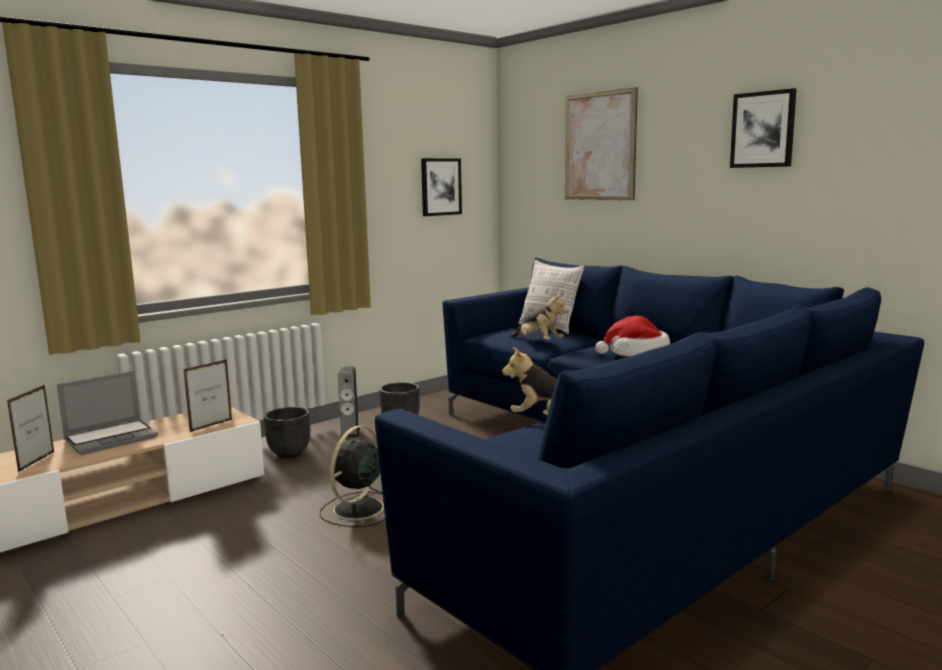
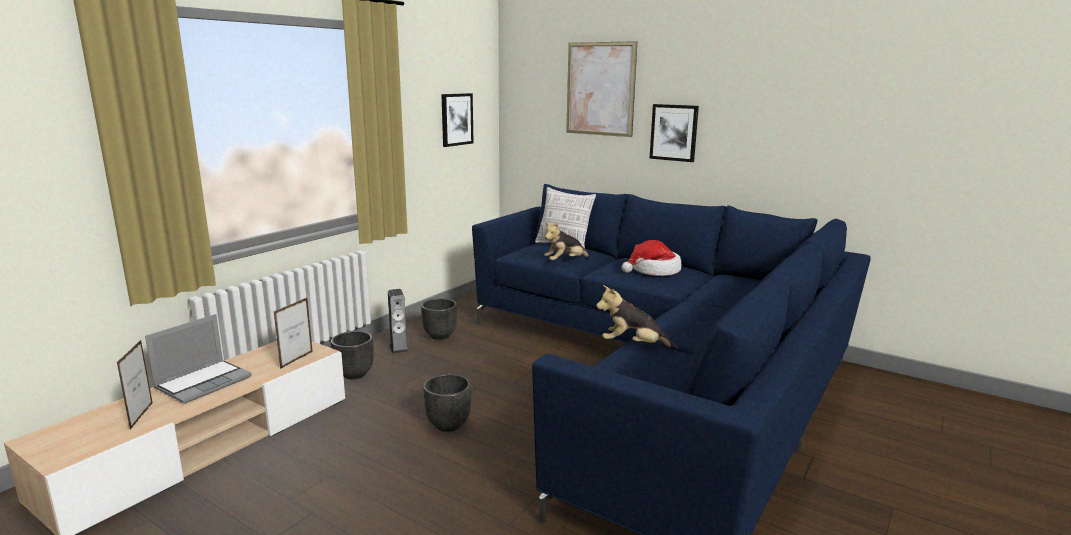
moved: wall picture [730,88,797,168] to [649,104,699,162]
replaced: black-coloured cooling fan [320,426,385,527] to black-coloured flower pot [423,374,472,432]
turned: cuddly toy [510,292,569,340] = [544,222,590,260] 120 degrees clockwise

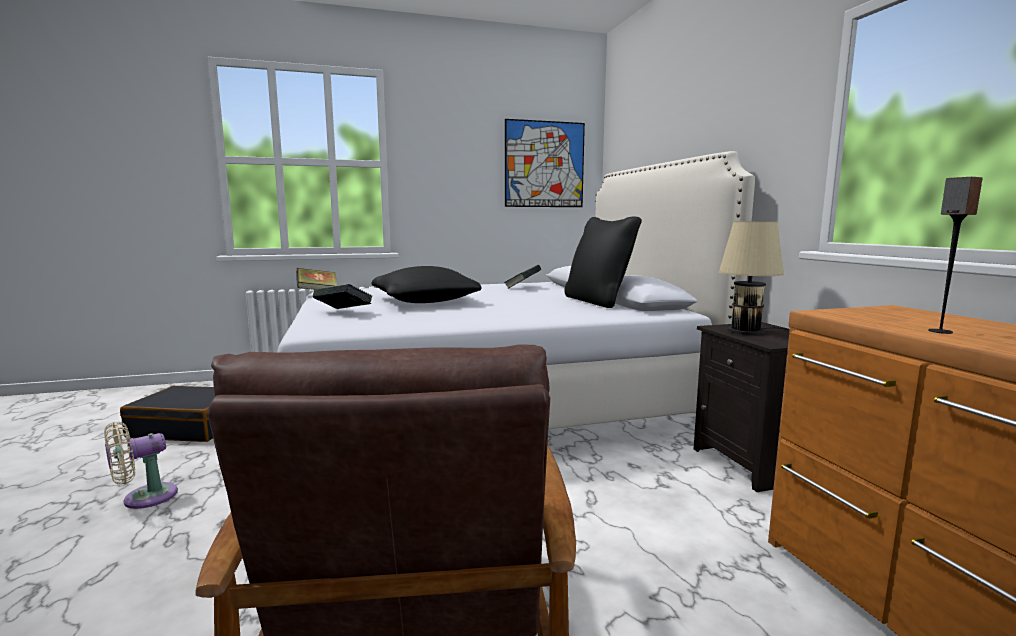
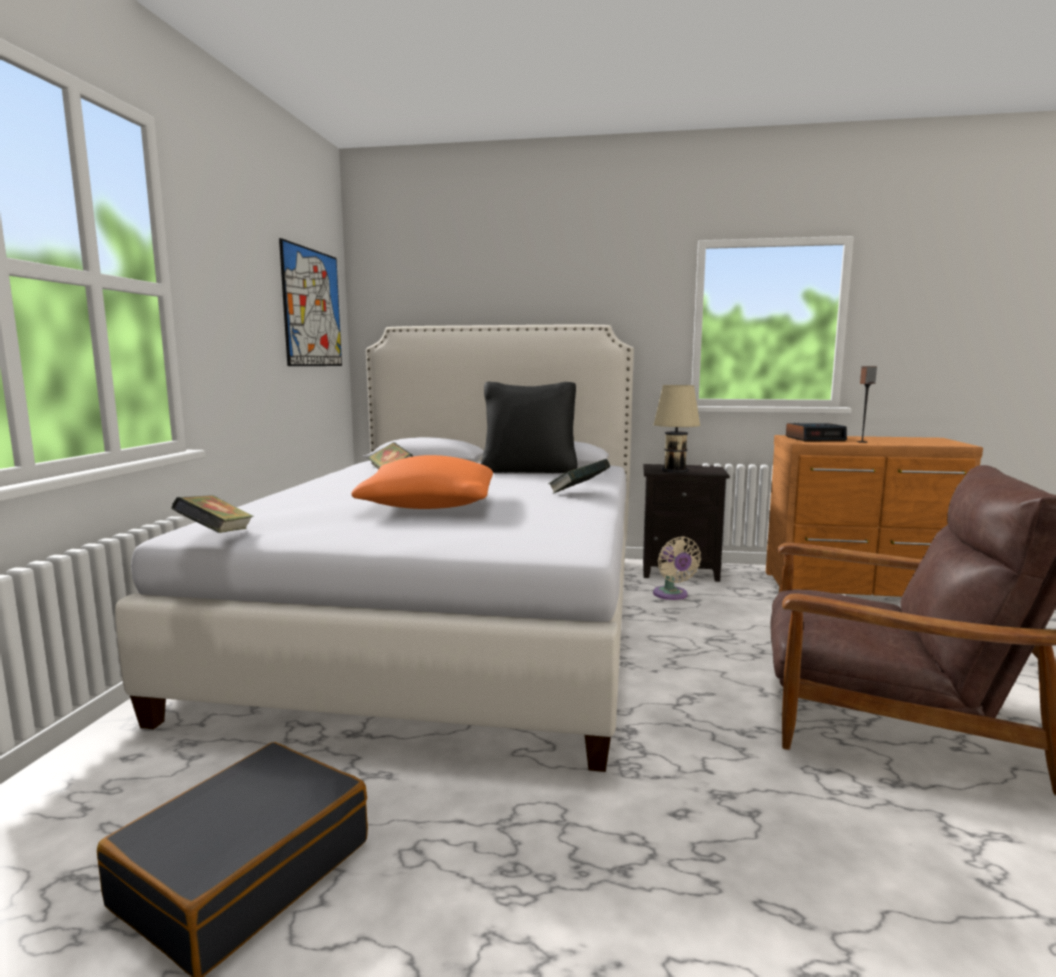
added: bedside clock [786,423,847,441]
moved: beige cooling fan [104,422,178,509] to [653,536,701,600]; bound book [313,284,372,309] to [548,459,611,494]
recoloured: black-coloured cushion [371,266,482,303] to orangey cushion [351,455,493,509]

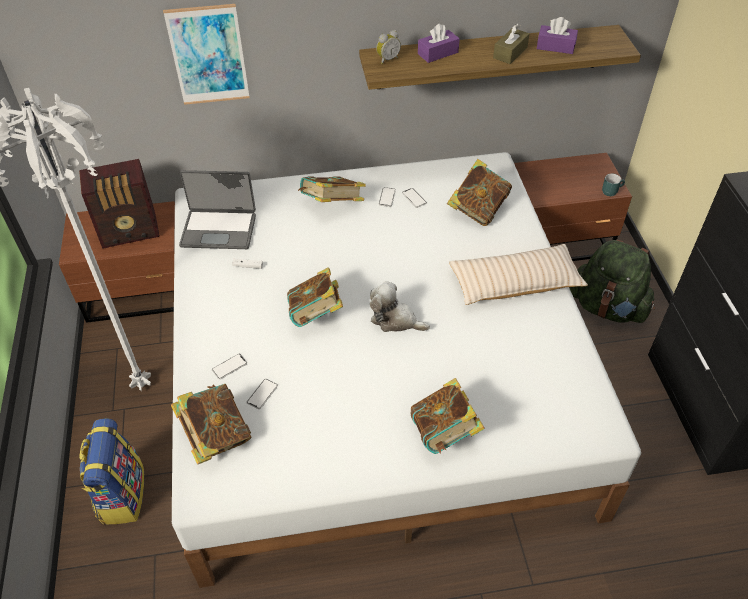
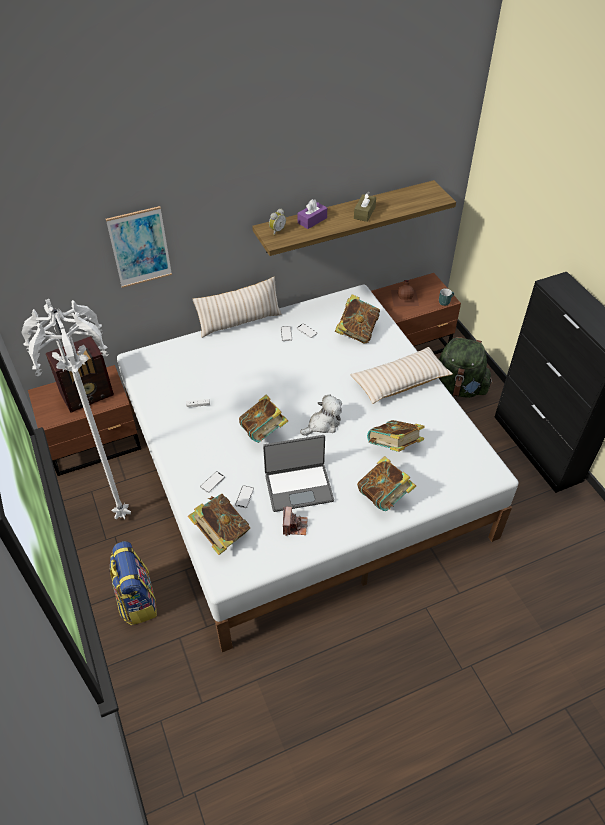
removed: purplish box of tissues [537,17,578,54]
added: beige cushion [193,277,282,338]; still camera [283,507,308,536]; brownish bottle [391,280,419,307]
moved: notebook computer [179,170,256,249] to [263,435,334,512]; bound book [298,176,366,202] to [367,420,424,452]
turned: cuddly toy [370,281,430,332] = [300,395,342,436] 135 degrees clockwise

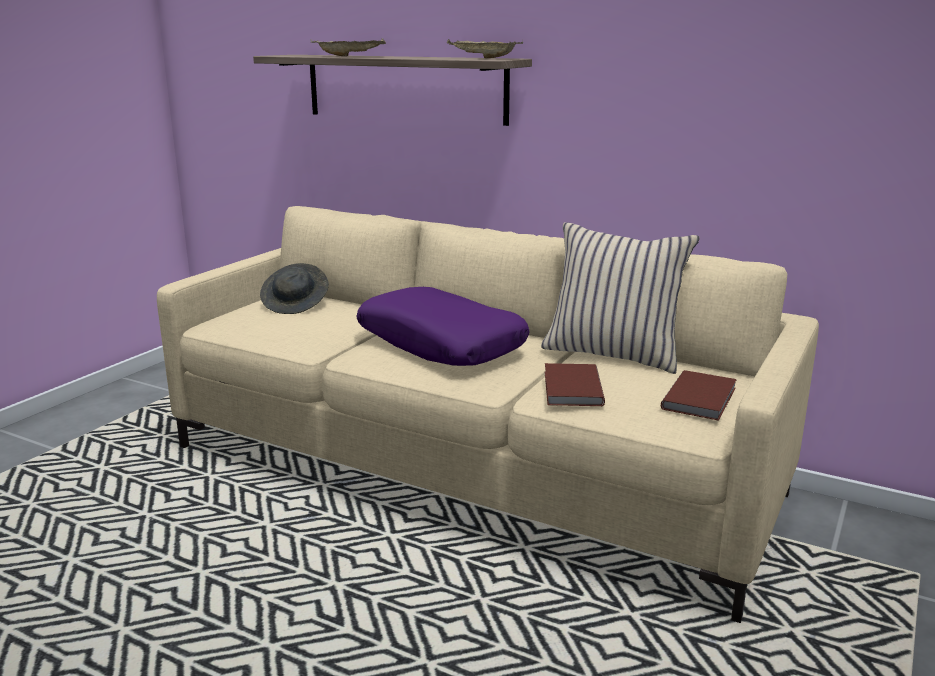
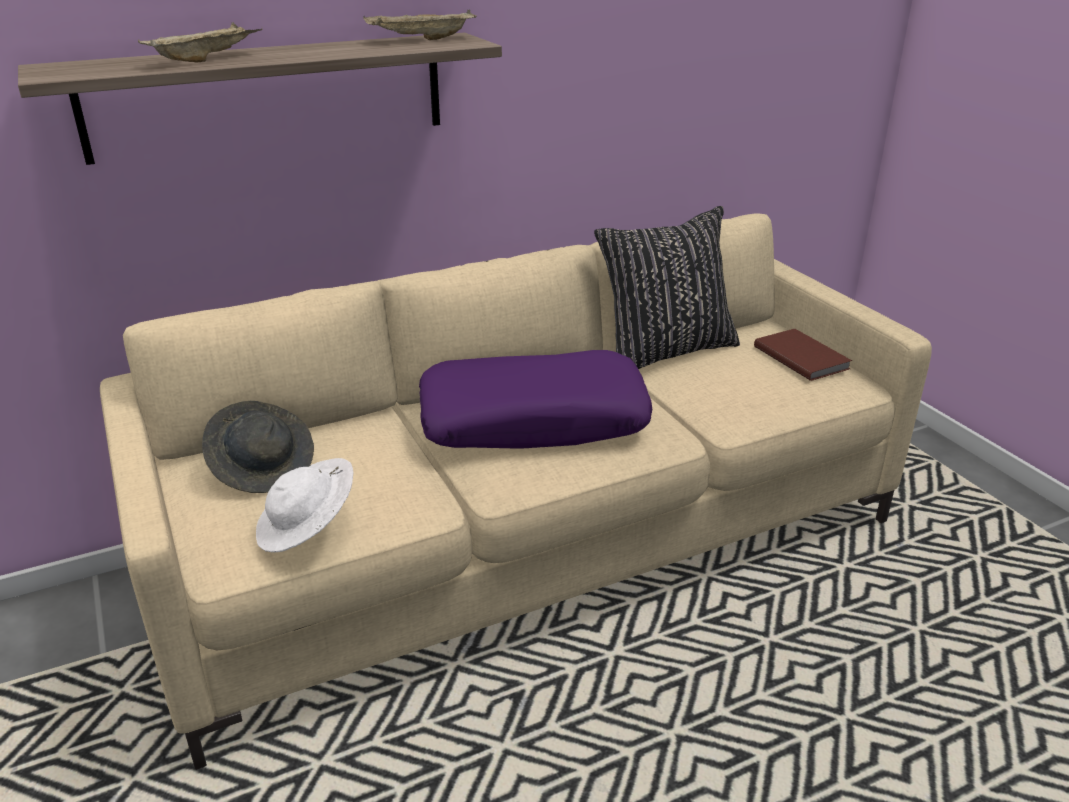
removed: brownish bound book [545,363,605,406]
added: white wearable hat [256,458,354,552]
recoloured: beige cushion [541,222,700,374] to black-coloured cushion [594,206,740,369]

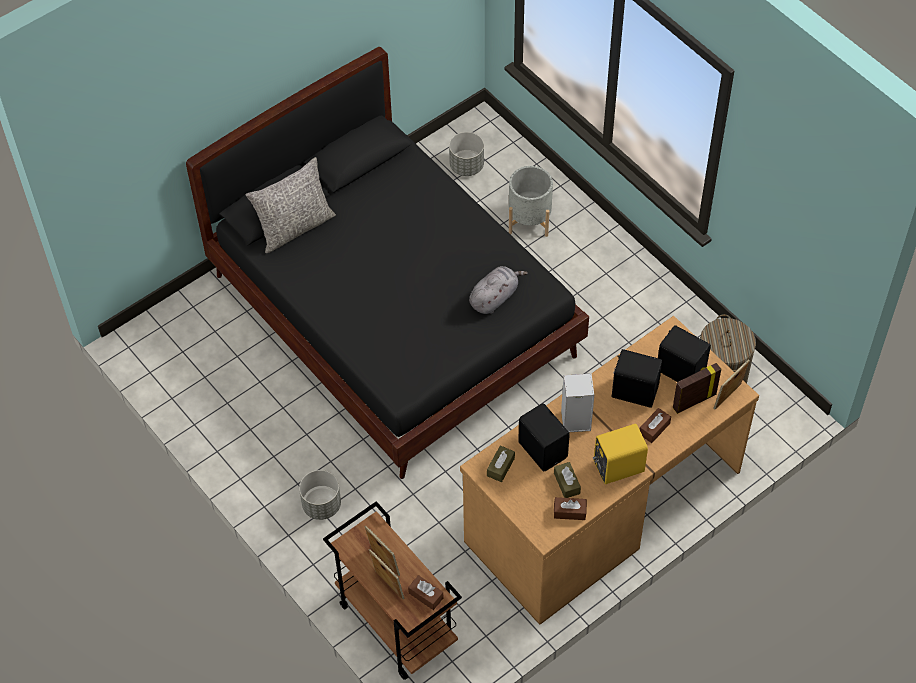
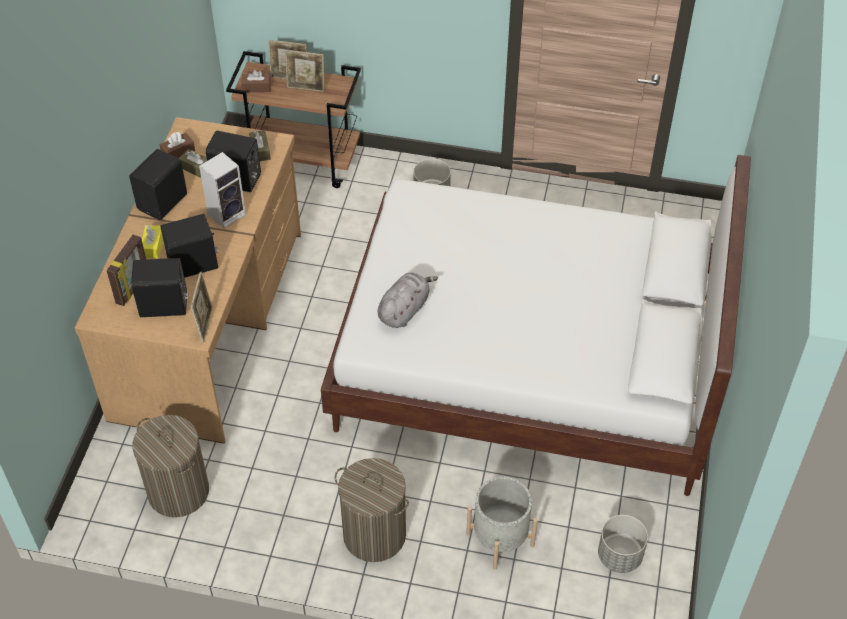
removed: greyish cushion [246,157,336,253]
added: hamper [335,458,409,562]
moved: standing frame [713,359,750,410] to [190,272,213,343]
recoloured: black-coloured bedroom bed [186,47,589,479] to white bedroom bed [321,155,751,496]; yellow speaker [593,424,648,484] to black-coloured speaker [129,149,187,220]; brownish box of tissues [640,408,671,443] to yellow box of tissues [142,225,163,258]
turned: greyish cuddly toy [469,266,528,314] = [378,273,438,328] 150 degrees counterclockwise

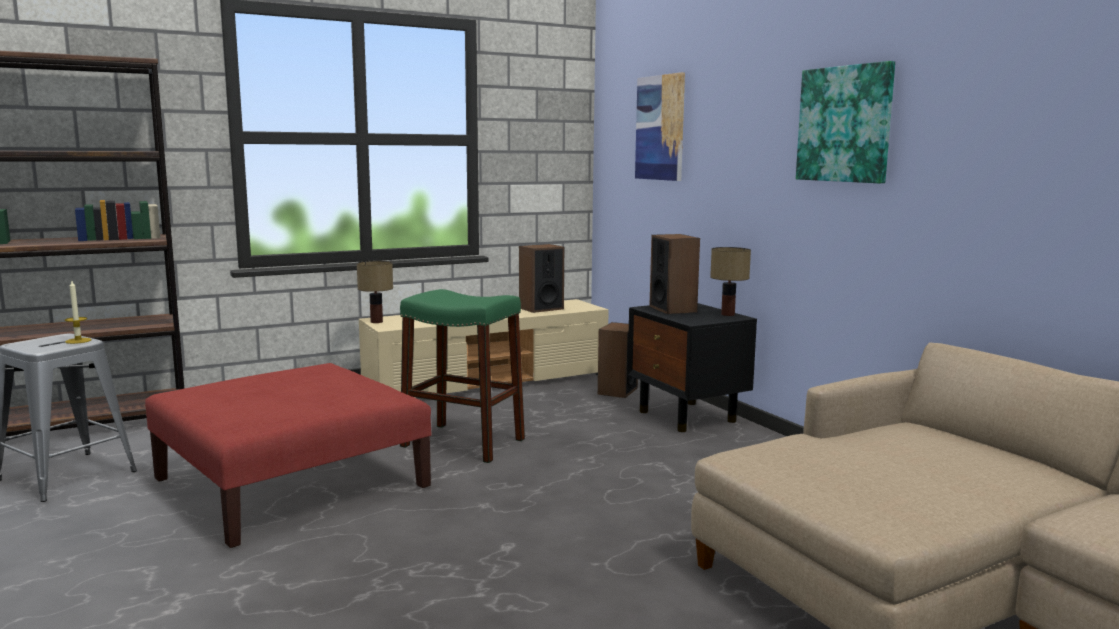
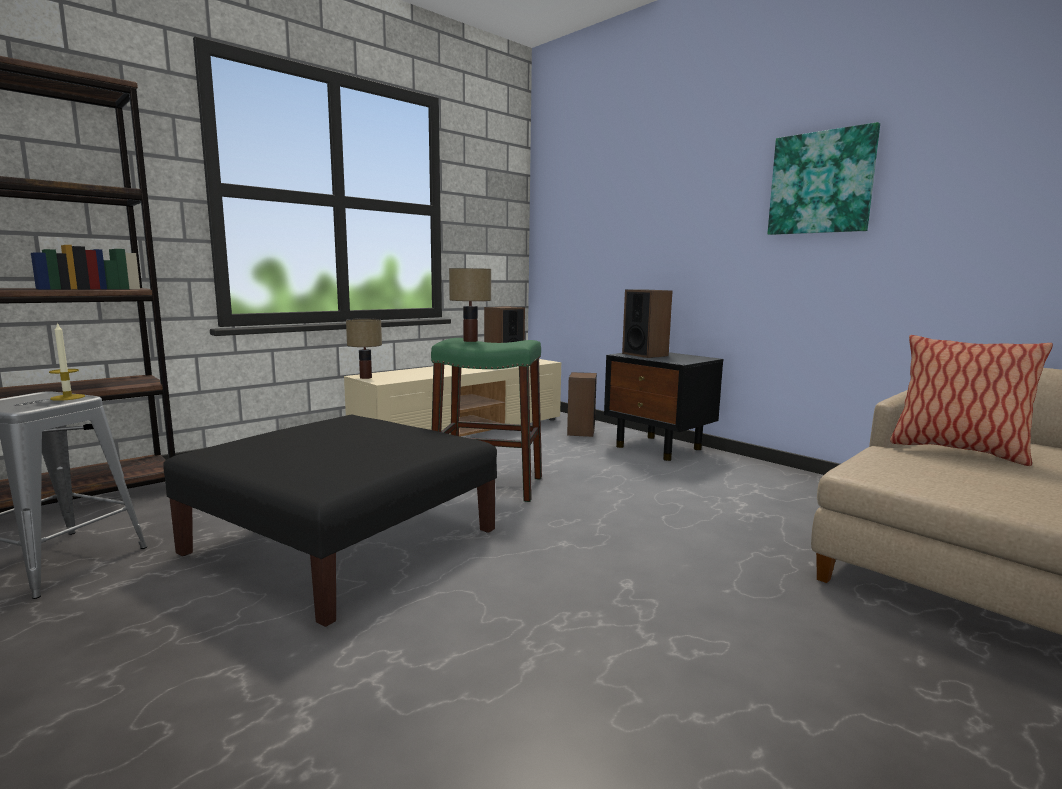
removed: wall picture [635,72,685,181]
added: cushion [890,335,1053,466]
moved: tabletop lamp [710,247,751,316] to [449,268,491,342]
recoloured: reddish pouffe [145,363,431,548] to black-coloured pouffe [163,415,497,627]

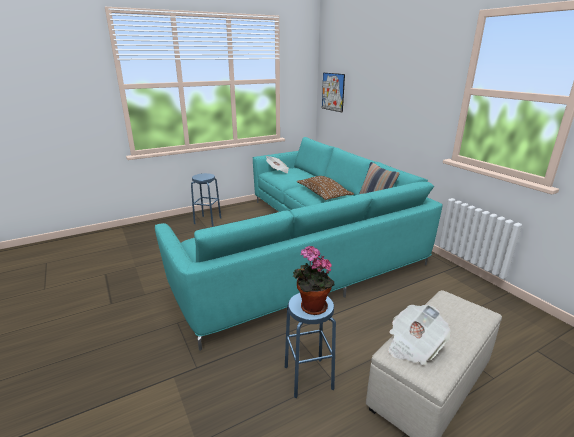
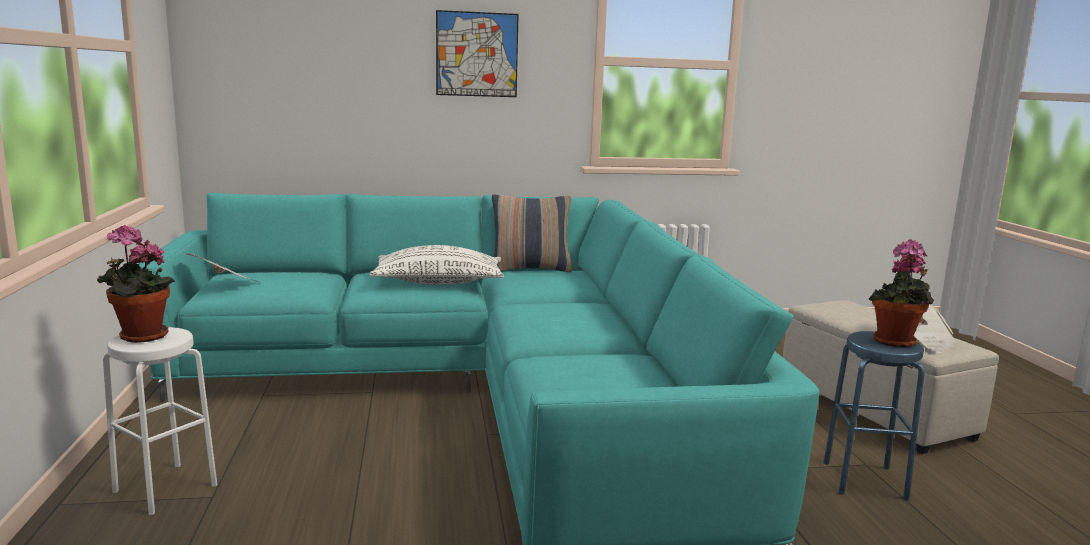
added: houseplant [97,225,175,343]
moved: wall picture [322,73,345,113] to [436,10,519,97]
recoloured: blue stool [191,173,221,226] to white stool [103,327,217,515]; brownish cushion [297,176,354,200] to white cushion [369,245,504,285]

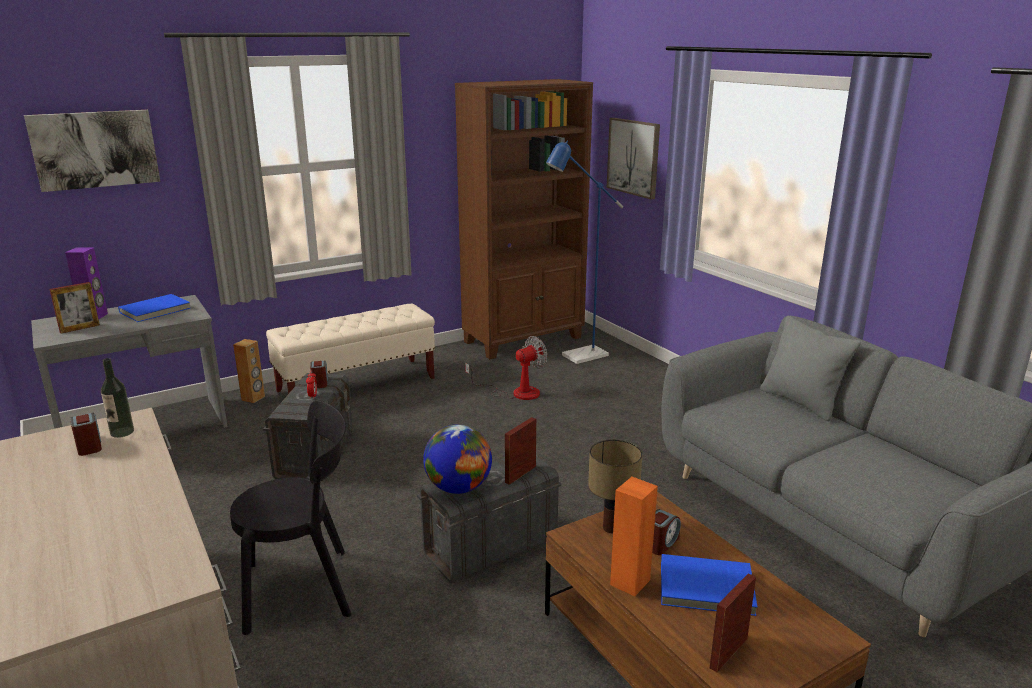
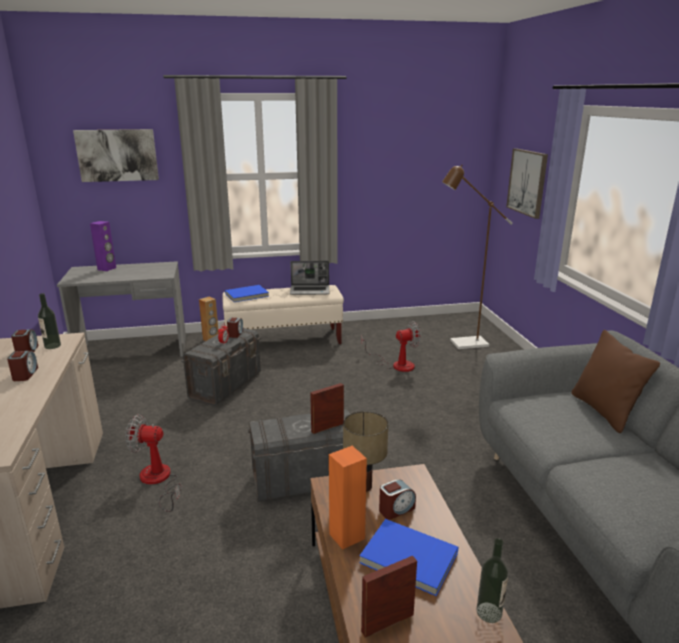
removed: standing frame [49,282,100,334]; world globe [423,424,492,494]; brownish bookshelf [455,79,593,359]
added: bedside clock [7,351,38,381]; notebook computer [290,261,329,295]; bottle [476,538,508,623]
moved: blue bound book [118,294,190,322] to [225,285,269,302]
replaced: black-coloured upright chair [230,400,352,635] to cooling fan [125,414,182,512]
recoloured: blue standard lamp [546,140,623,364] to brownish standard lamp [442,165,513,349]; greyish cushion [760,316,861,421] to brownish cushion [571,330,660,433]

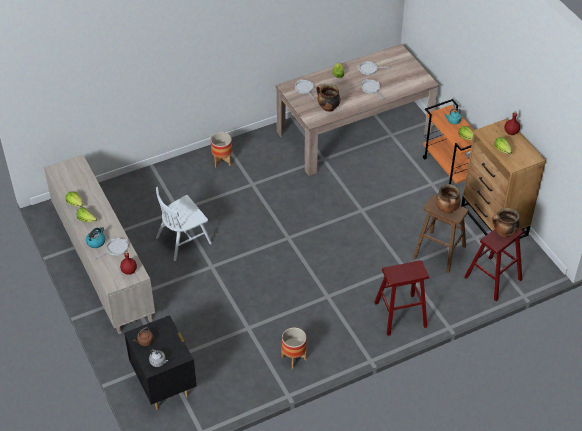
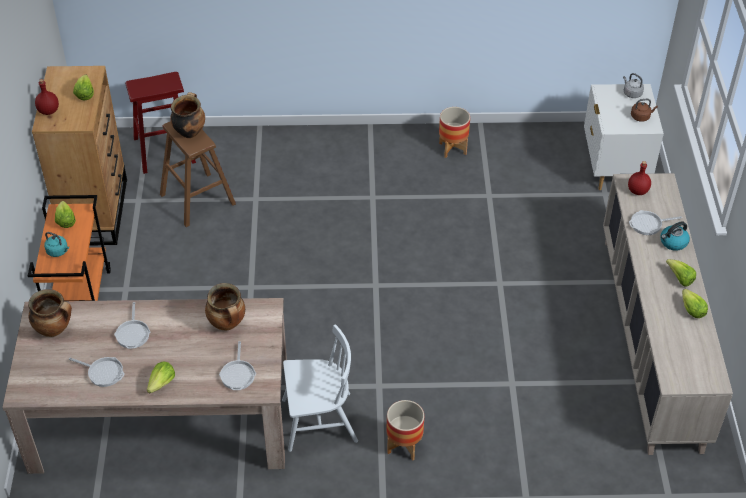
removed: reddish stool [374,260,429,336]
moved: white upright chair [156,187,212,261] to [282,324,358,452]; saucepot [492,208,520,237] to [28,289,72,337]
recoloured: black-coloured night table [124,315,197,410] to white night table [584,84,664,190]

